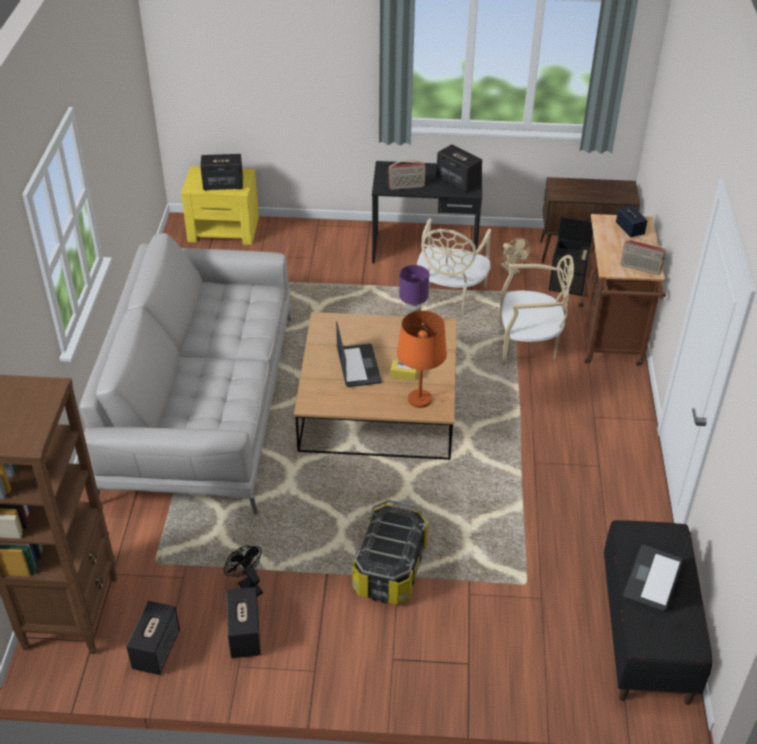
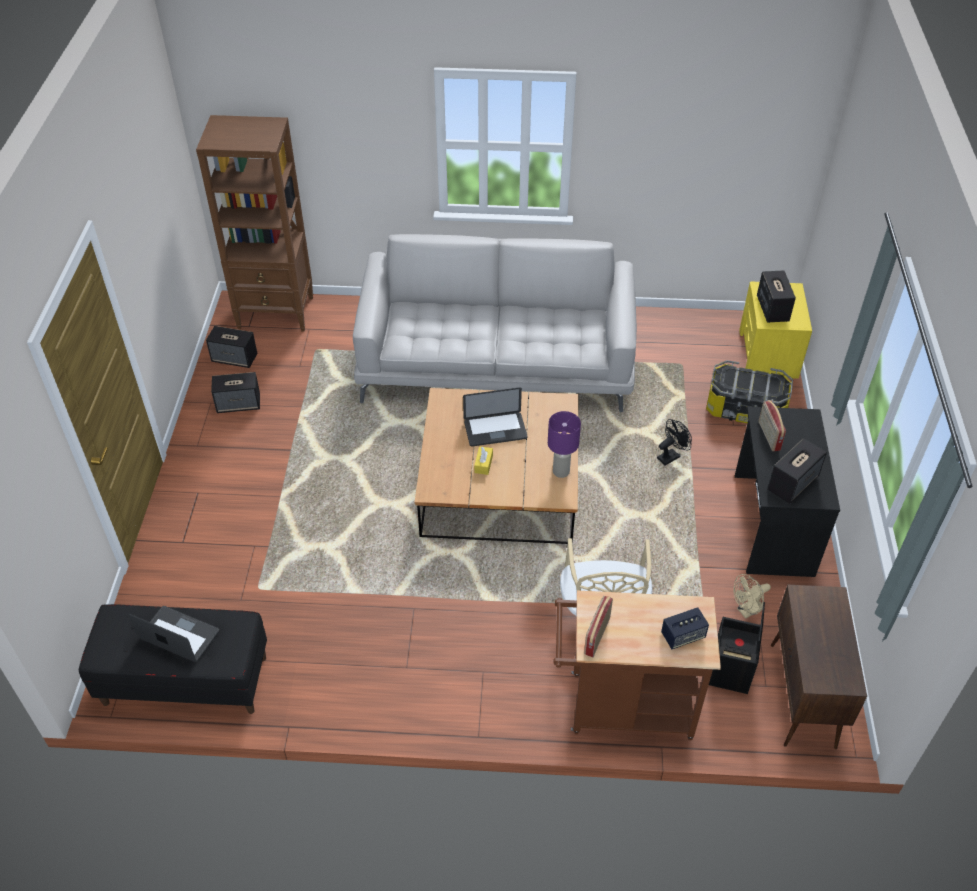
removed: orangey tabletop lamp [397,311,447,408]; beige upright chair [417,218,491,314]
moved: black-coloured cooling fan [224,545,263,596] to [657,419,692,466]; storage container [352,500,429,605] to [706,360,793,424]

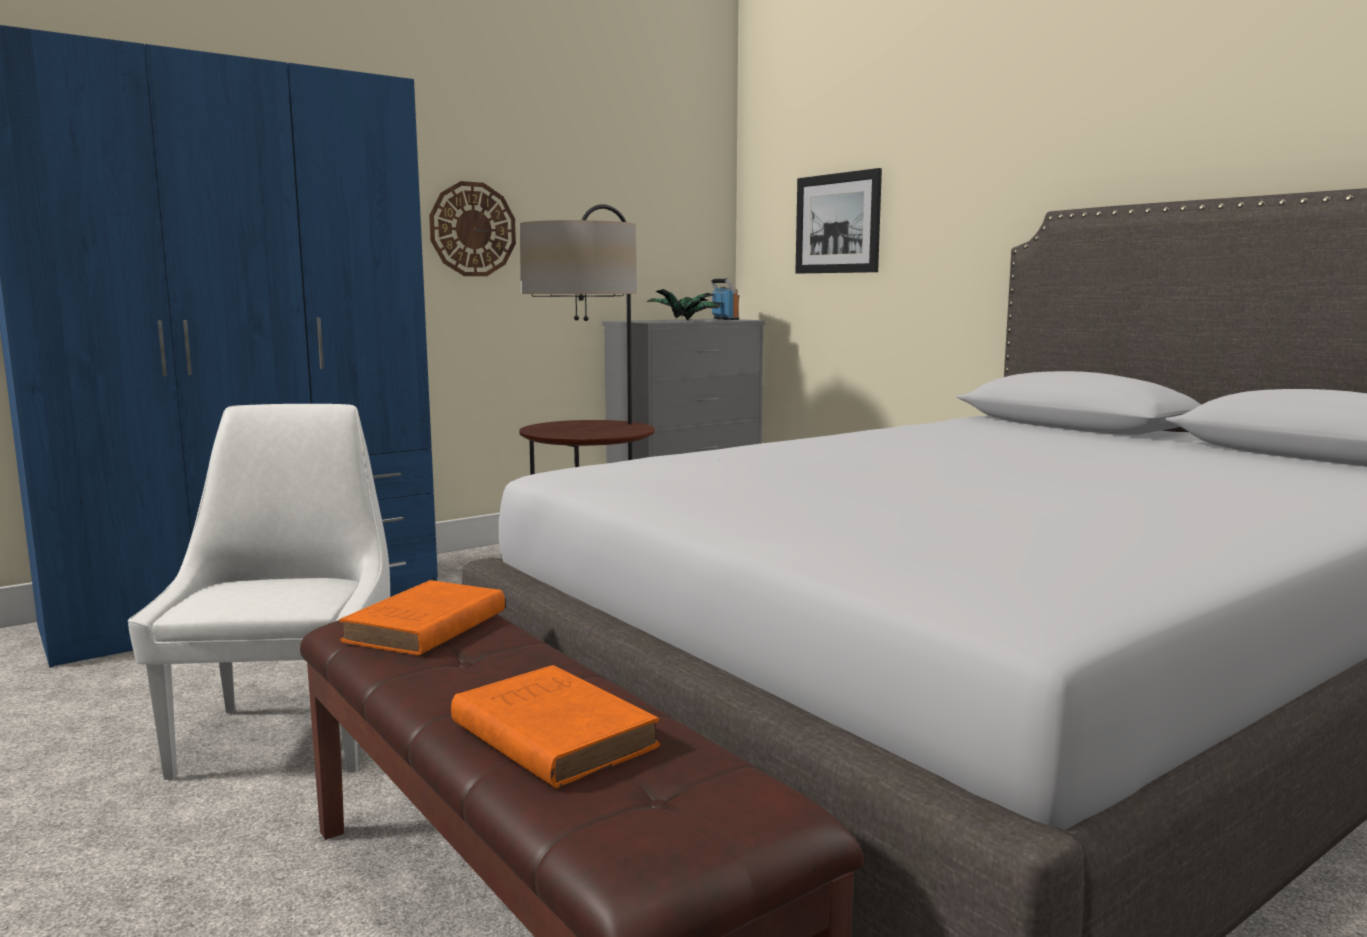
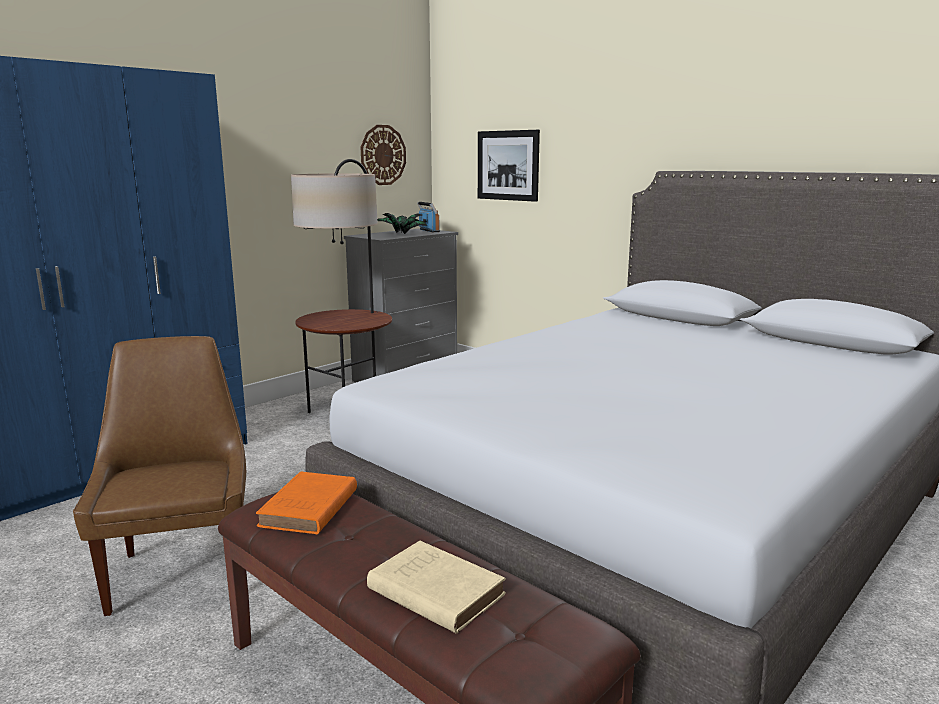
moved: hanging clock [429,181,516,276] to [361,125,406,185]
recoloured: white upright chair [128,404,390,780] to brownish upright chair [73,336,246,616]; orangey bound book [451,665,660,788] to beige bound book [367,541,506,634]

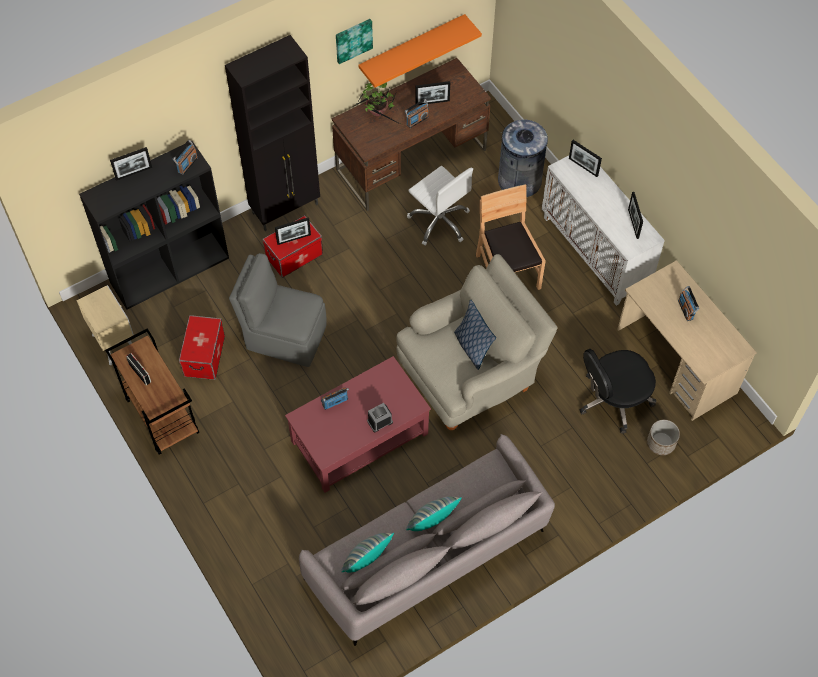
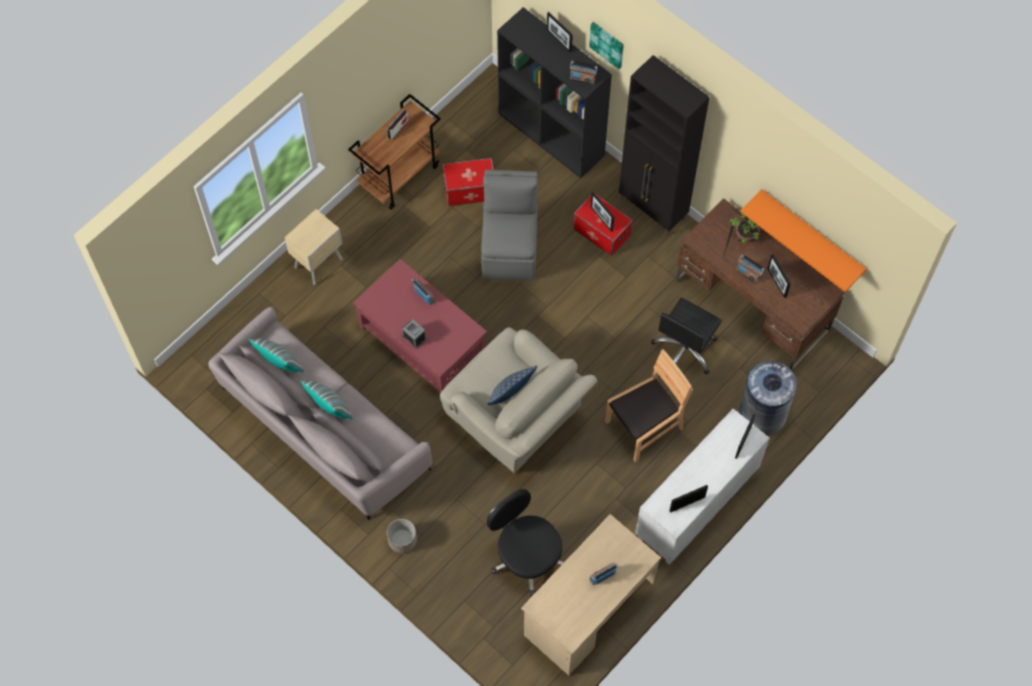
moved: beige night table [76,285,134,365] to [284,209,343,285]; wall picture [336,19,373,64] to [589,22,624,69]; flower pot [647,420,680,455] to [387,519,417,553]
recoloured: white computer chair [407,166,473,246] to black-coloured computer chair [651,297,722,375]

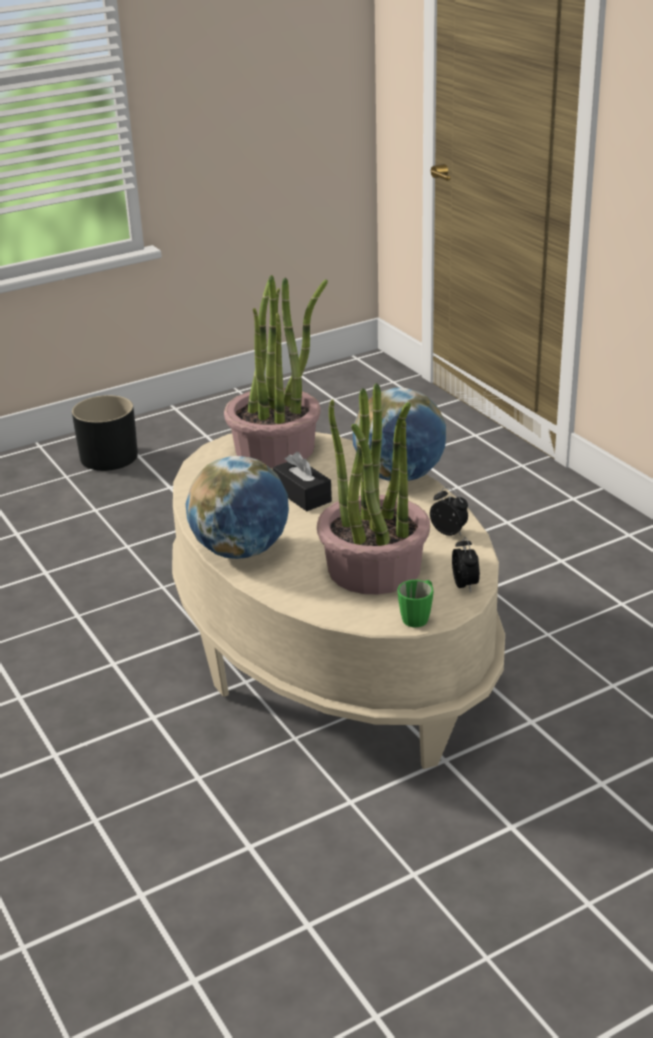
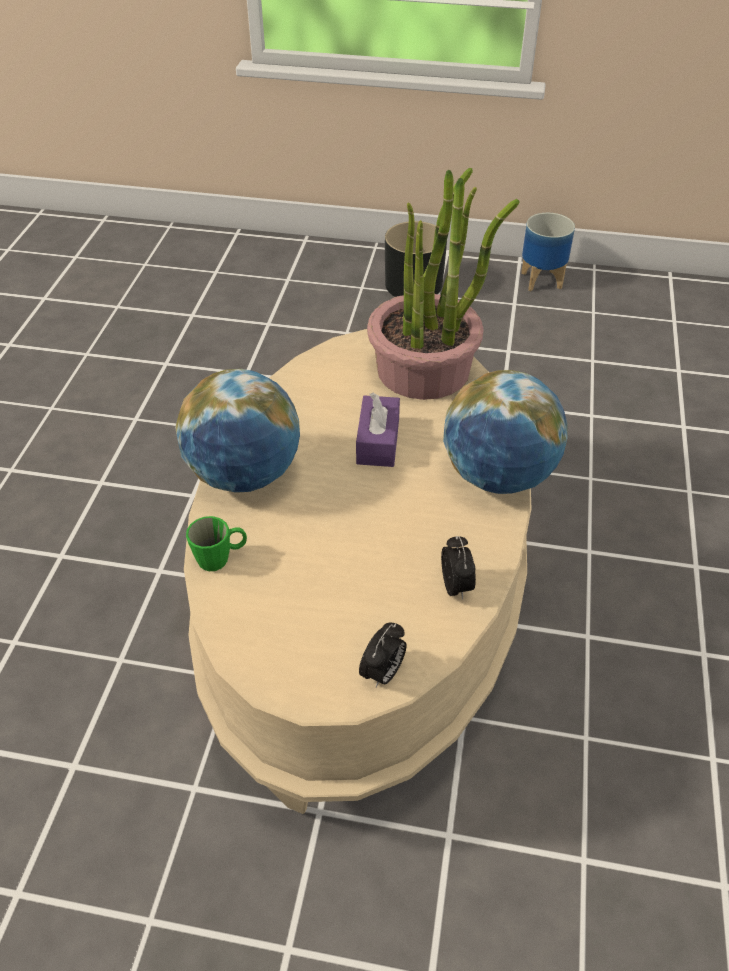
removed: houseplant [317,383,430,594]
added: flower pot [521,213,575,291]
moved: greenish coffee mug [397,580,434,627] to [186,516,247,571]
recoloured: black-coloured box of tissues [273,452,332,511] to purplish box of tissues [356,393,400,467]

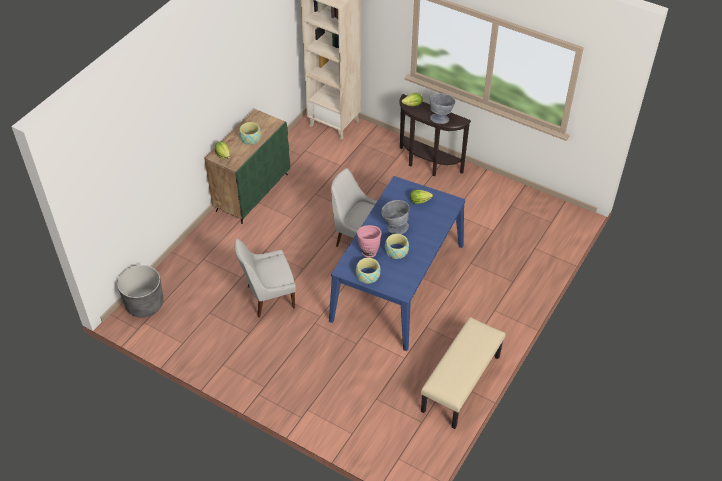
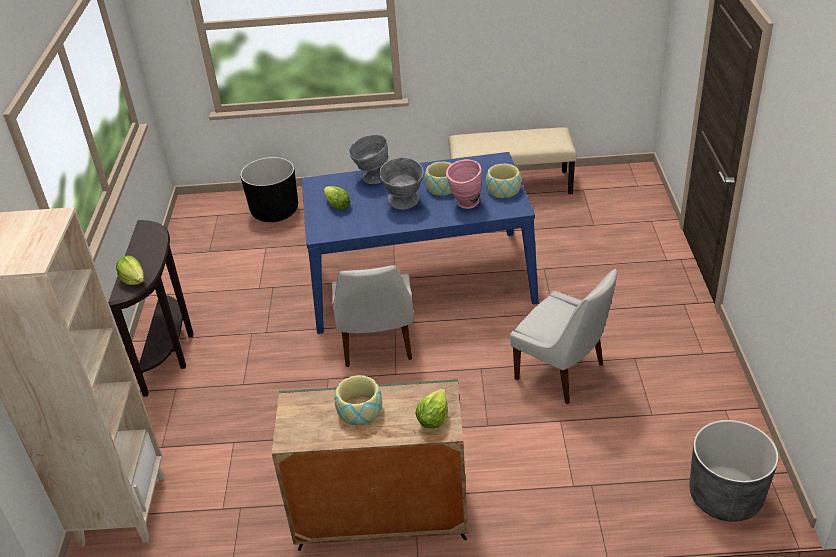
added: black-coloured flower pot [240,157,298,222]
moved: greyish deep dish [429,93,455,124] to [349,134,389,184]

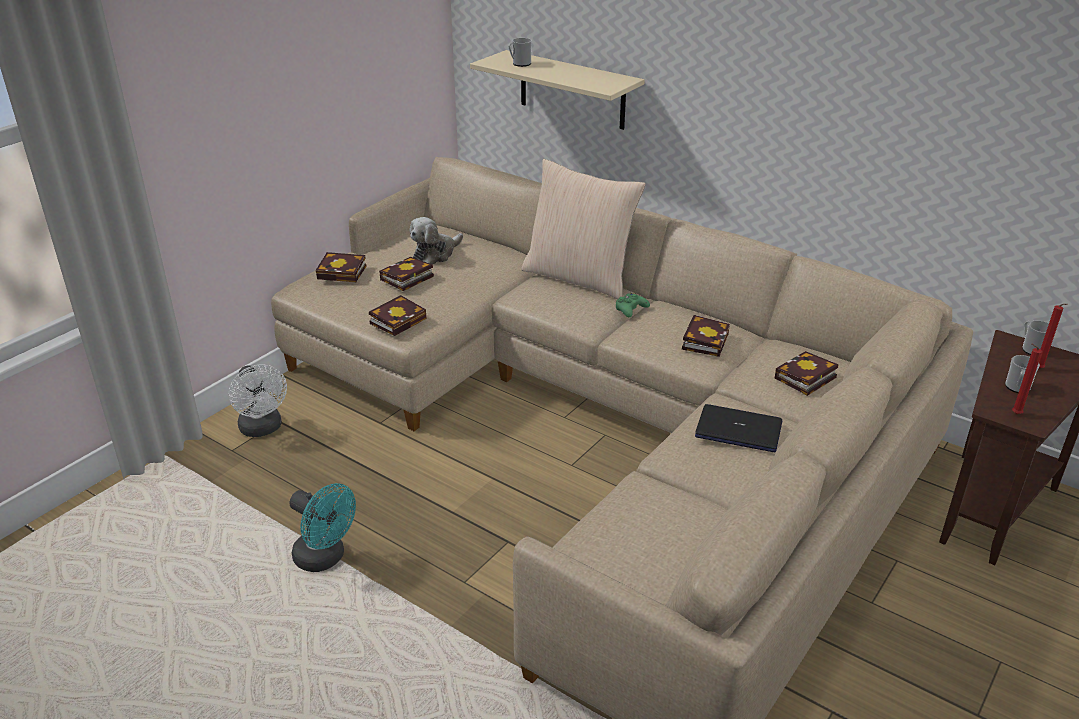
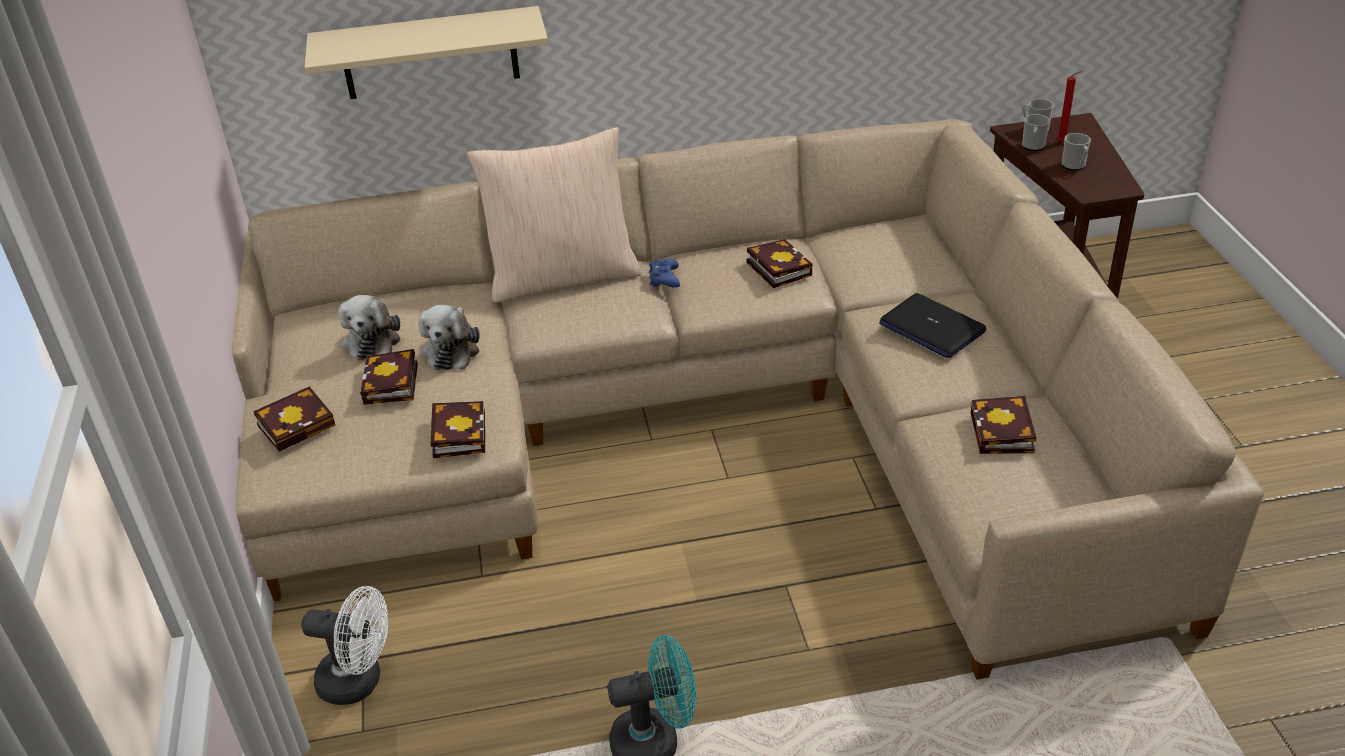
removed: reddish candle [1012,344,1042,414]
added: cuddly toy [418,305,480,370]
moved: coffee mug [508,38,532,67] to [1022,114,1050,151]; bound book [775,351,839,396] to [971,396,1036,454]
recoloured: greenish joypad [615,293,650,317] to blue joypad [649,259,680,288]
turned: notebook computer [695,404,782,452] = [879,293,986,358] 105 degrees counterclockwise

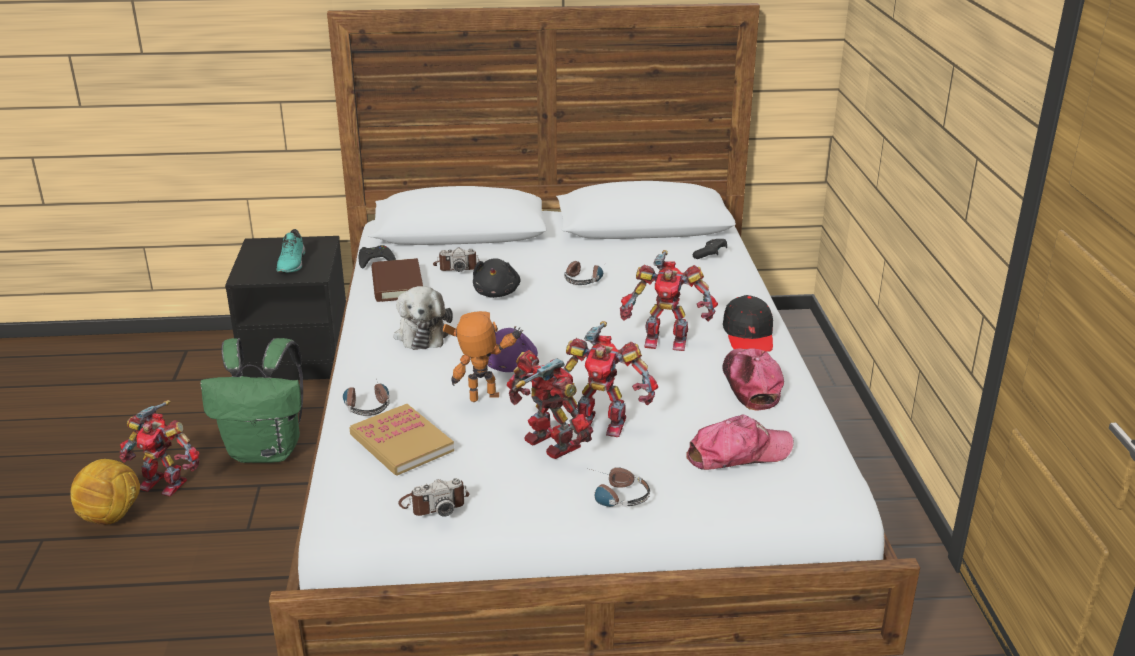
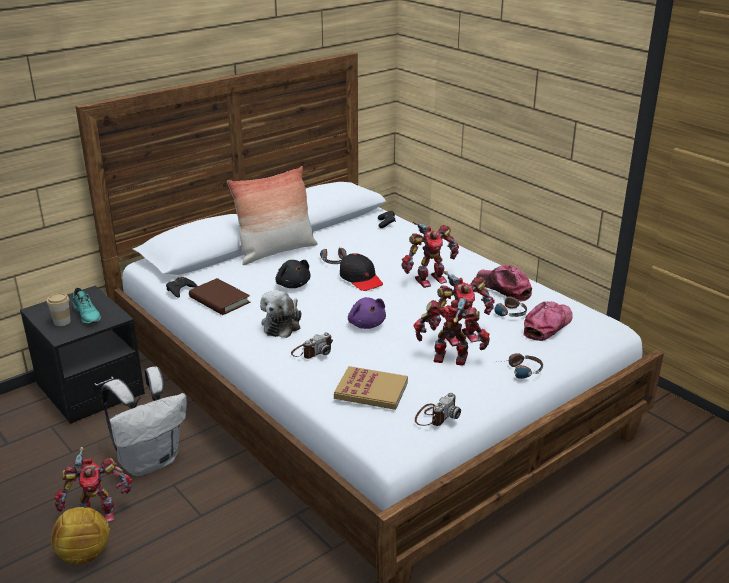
removed: toy robot [443,311,523,402]
added: drinking cup [47,293,71,326]; cushion [227,166,318,265]
moved: pair of headphones [343,379,390,416] to [493,296,527,317]; still camera [433,247,480,272] to [291,332,333,359]; black-coloured cap [723,295,773,352] to [340,253,383,291]
recoloured: greenish backpack [200,338,303,463] to white backpack [100,366,187,476]
turned: cuddly toy [394,286,453,350] = [260,290,302,338] 60 degrees clockwise

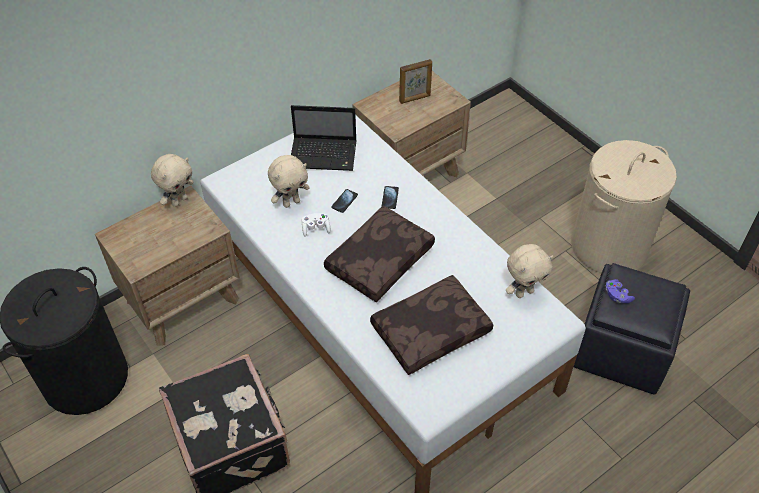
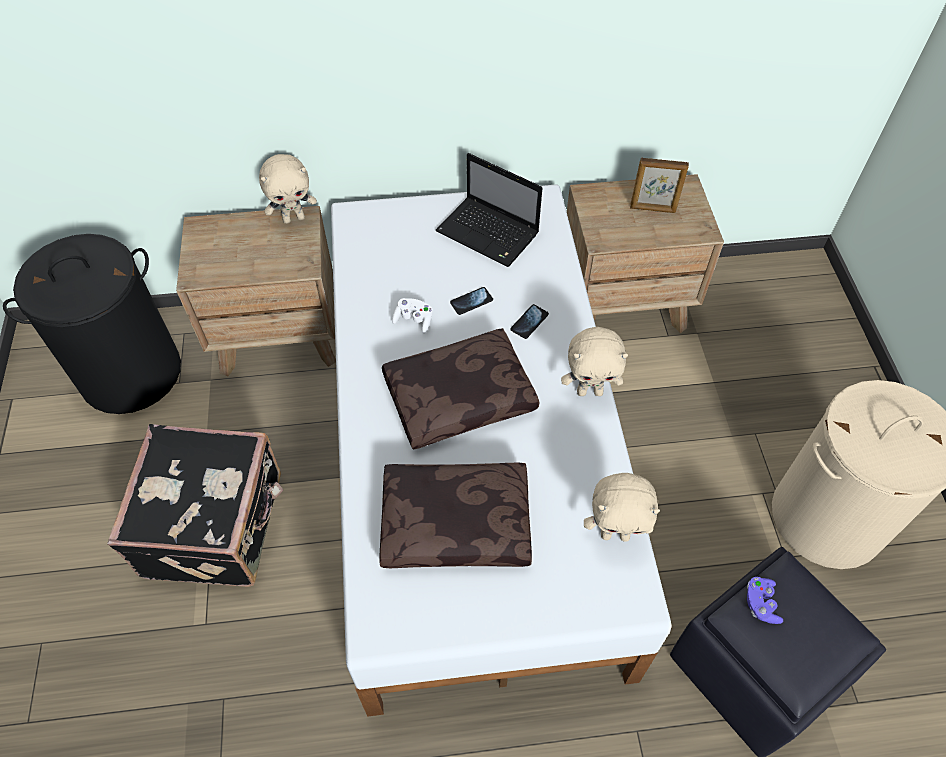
moved: beige cuddly toy [268,155,310,208] to [561,327,628,396]

